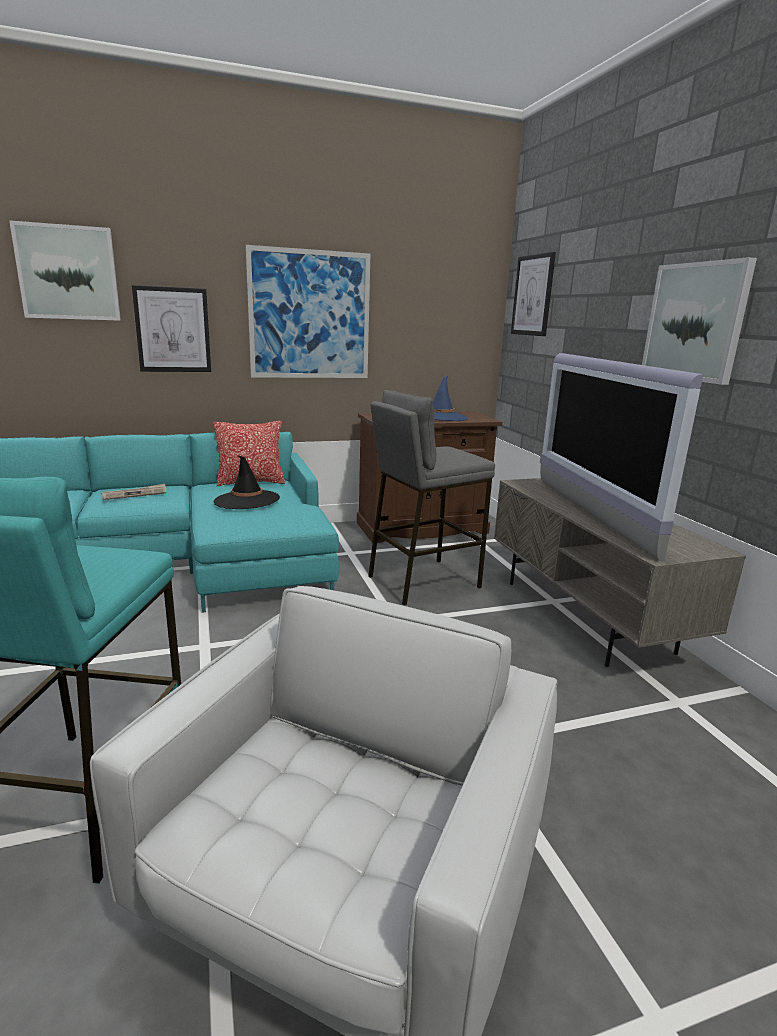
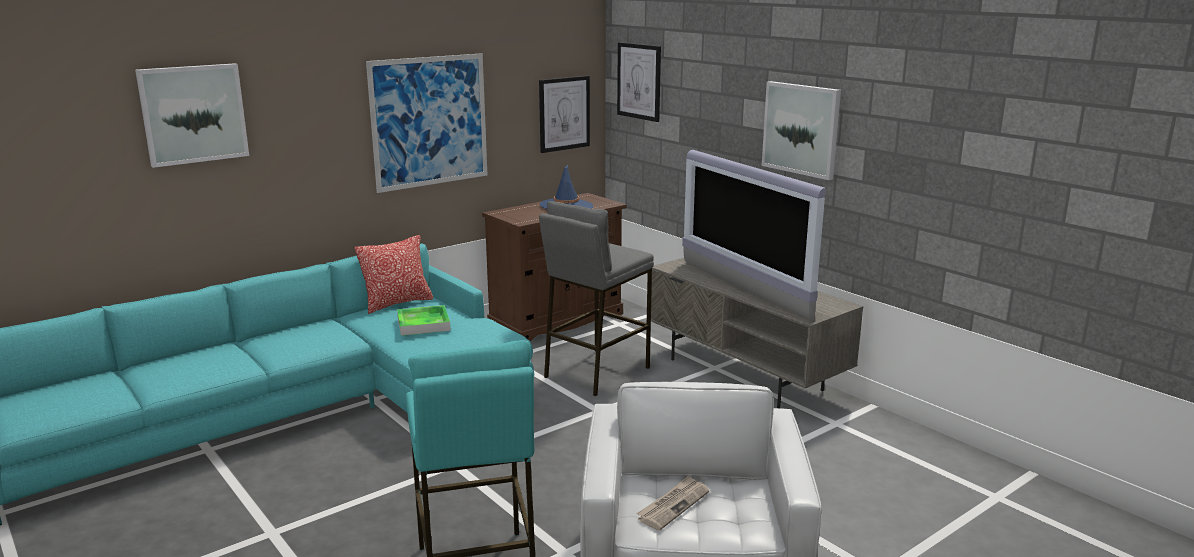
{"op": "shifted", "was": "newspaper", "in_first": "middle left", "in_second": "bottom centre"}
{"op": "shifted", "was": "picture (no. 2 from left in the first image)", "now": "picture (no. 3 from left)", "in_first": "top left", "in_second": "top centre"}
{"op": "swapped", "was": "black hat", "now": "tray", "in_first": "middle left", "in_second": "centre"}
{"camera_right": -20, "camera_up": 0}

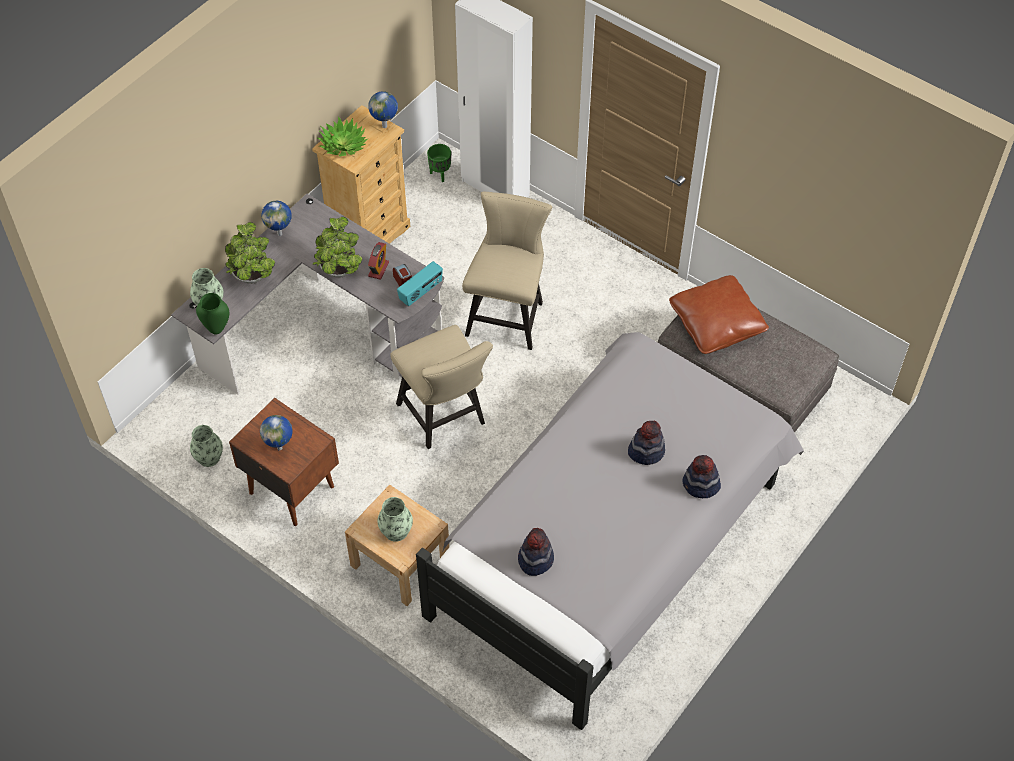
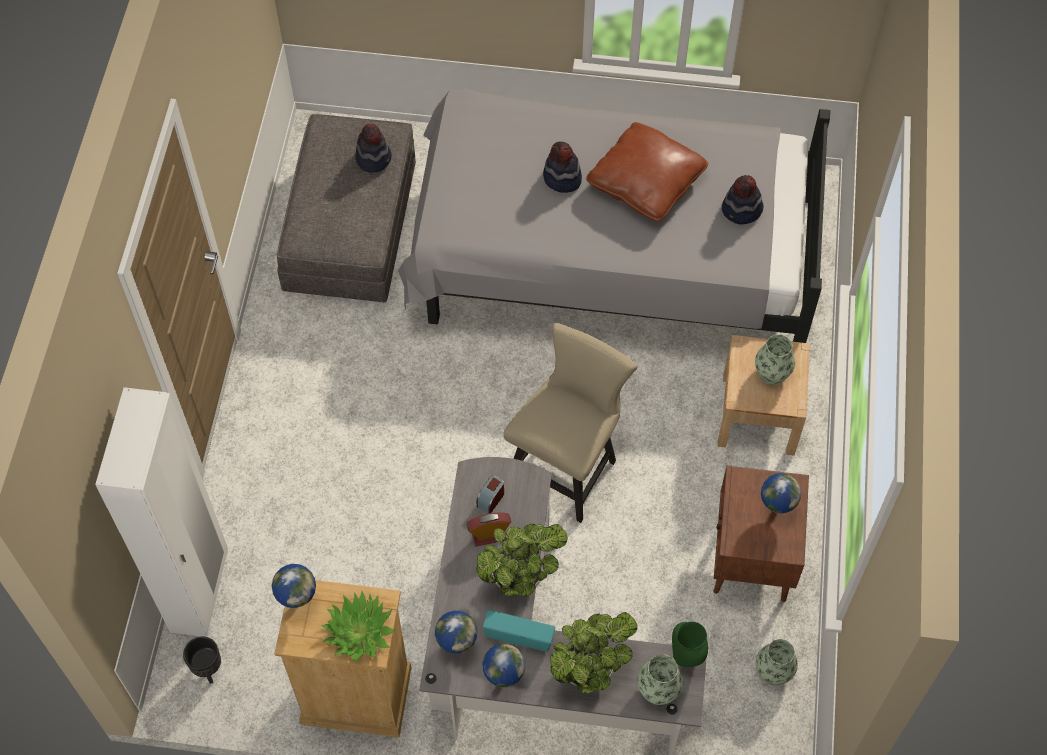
{"op": "shifted", "was": "radio", "in_first": "centre", "in_second": "bottom centre"}
{"op": "repainted", "was": "green planter", "now": "black planter", "in_first": "top centre", "in_second": "bottom left"}
{"op": "gone", "was": "beige chair (no. 2 from left)", "in_first": "centre"}
{"op": "shifted", "was": "brown pillow", "in_first": "middle right", "in_second": "top centre"}
{"op": "shifted", "was": "hat (no. 3 from left in the first image)", "now": "hat (no. 1 from left)", "in_first": "middle right", "in_second": "top centre"}
{"op": "new", "now": "globe (no. 2 from left)", "in_second": "bottom centre"}
{"camera_right": -120, "camera_up": 5}

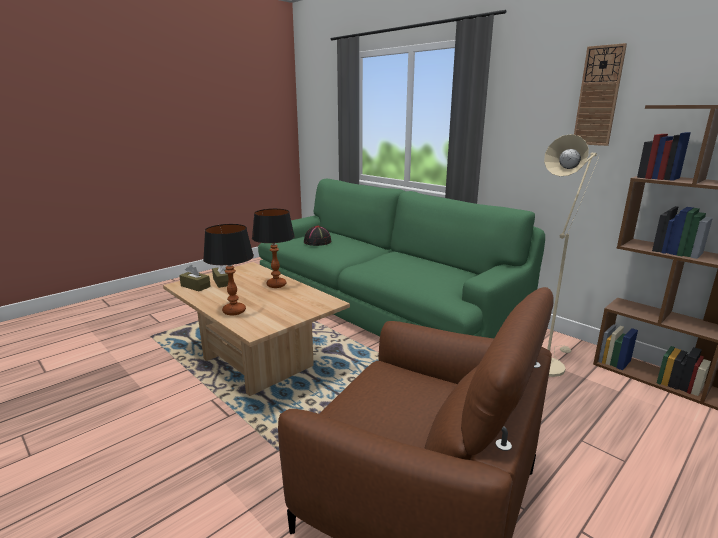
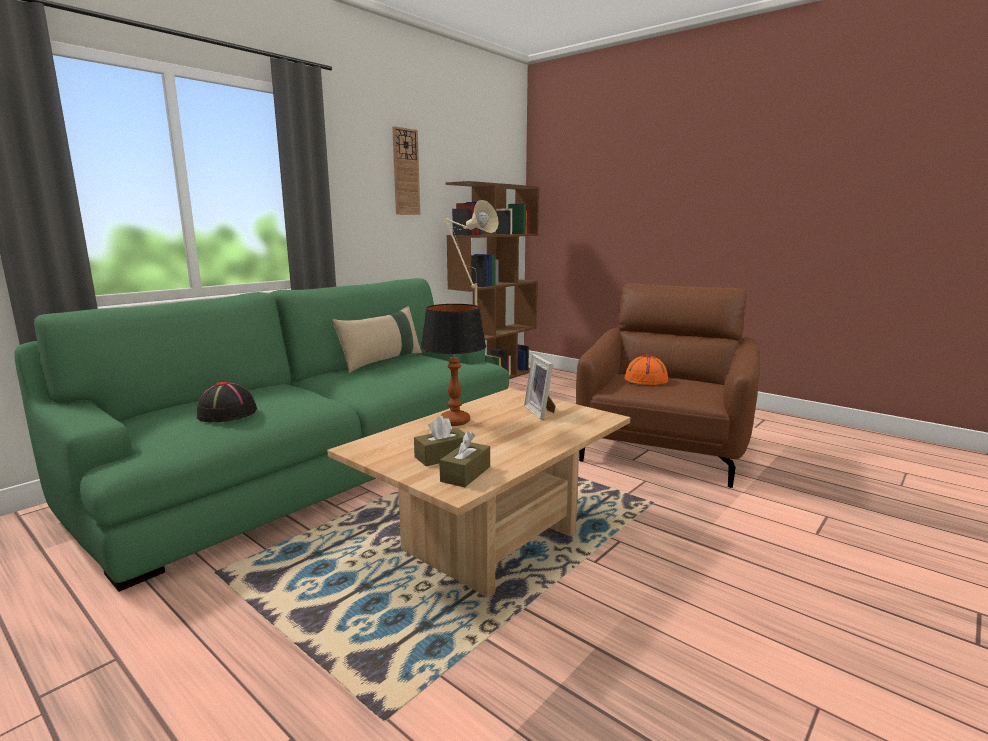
{"op": "gone", "was": "table lamp (no. 1 from left)", "in_first": "middle left"}
{"op": "new", "now": "beige pillow", "in_second": "centre"}
{"op": "new", "now": "picture frame", "in_second": "centre"}
{"op": "new", "now": "orange hat", "in_second": "centre"}
{"camera_right": -95, "camera_up": -5}

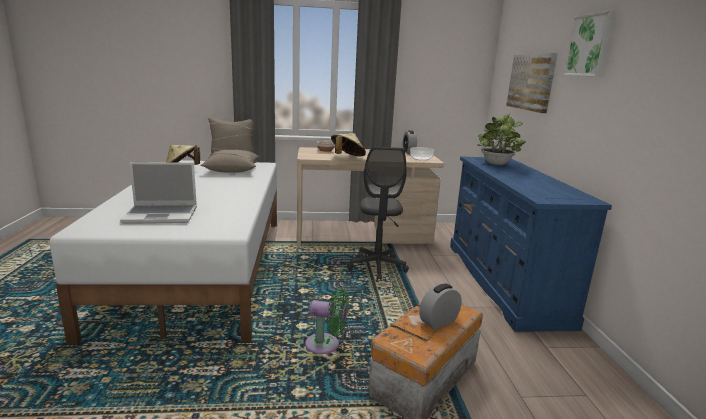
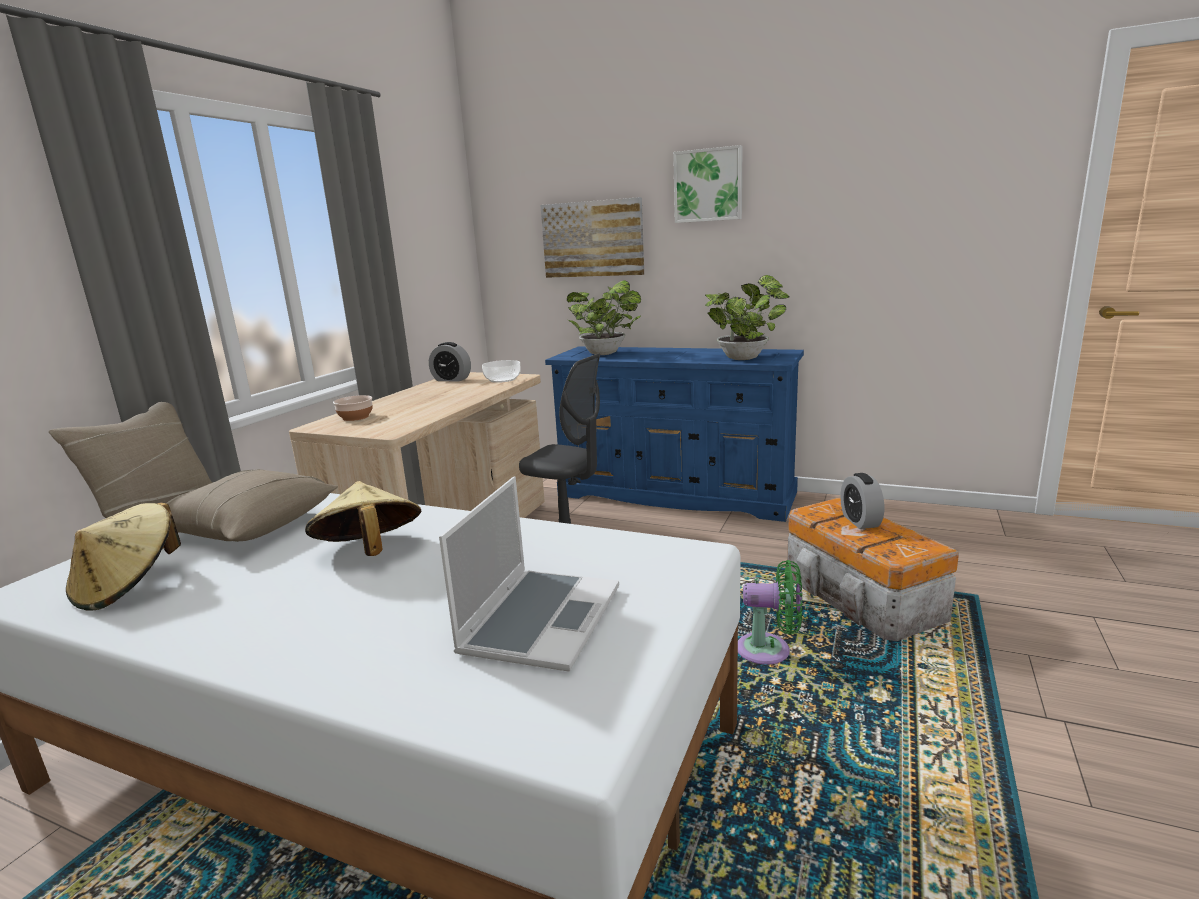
{"op": "rotated", "was": "green fan", "in_first": "bottom centre", "in_second": "bottom centre", "clockwise": 60}
{"op": "shifted", "was": "beige hat (no. 2 from left)", "in_first": "centre", "in_second": "middle left"}
{"op": "new", "now": "potted plant (no. 2 from left)", "in_second": "centre"}
{"camera_right": -60, "camera_up": 0}

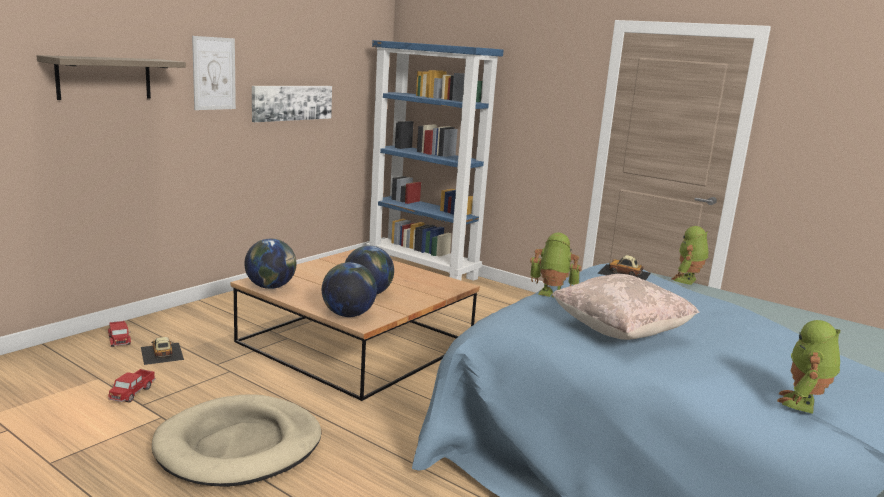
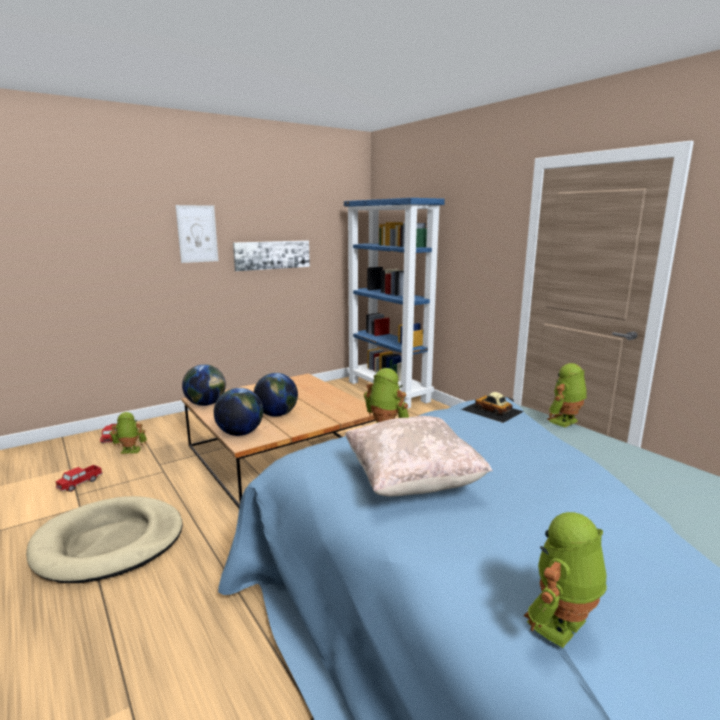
{"op": "gone", "was": "shelf", "in_first": "top left"}
{"op": "swapped", "was": "toy car (no. 1 from left)", "now": "toy robot (no. 1 from left)", "in_first": "bottom left", "in_second": "middle left"}
{"camera_right": 20, "camera_up": 0}

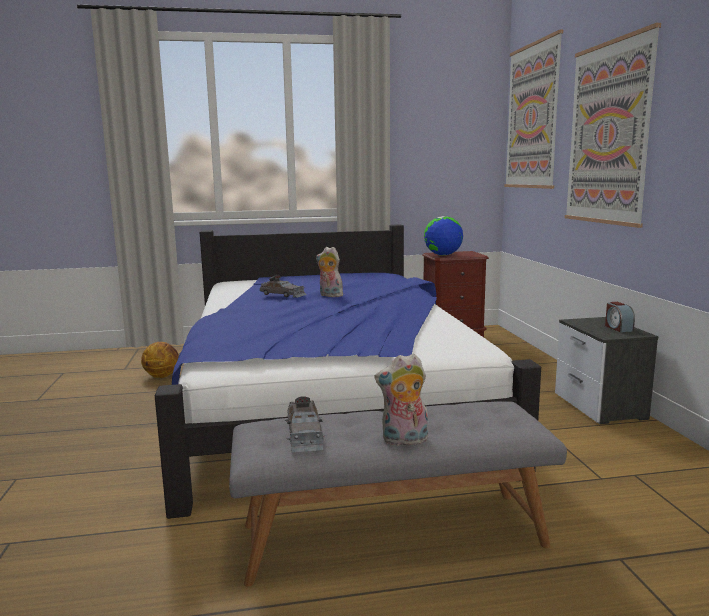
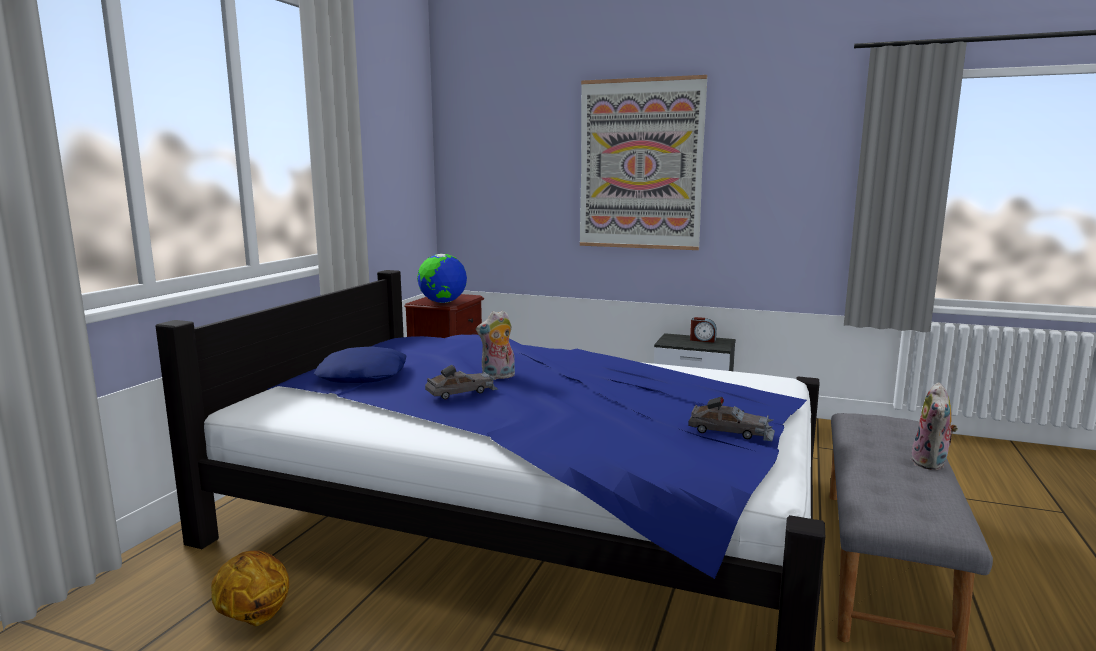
{"op": "shifted", "was": "grey toy car (no. 2 from left)", "in_first": "bottom centre", "in_second": "middle right"}
{"op": "gone", "was": "picture (no. 1 from left)", "in_first": "top right"}
{"op": "new", "now": "blue pillow", "in_second": "middle left"}
{"camera_right": -60, "camera_up": 0}

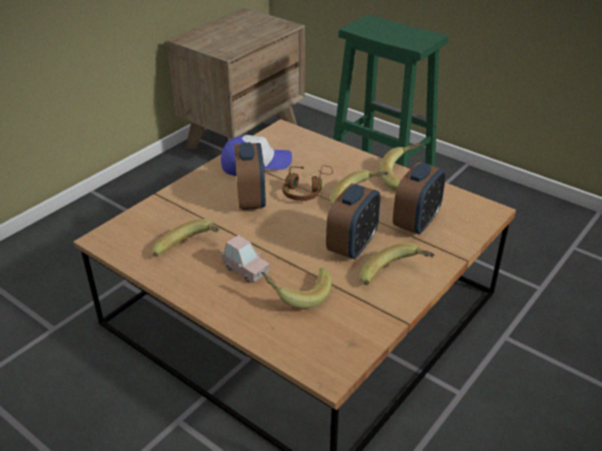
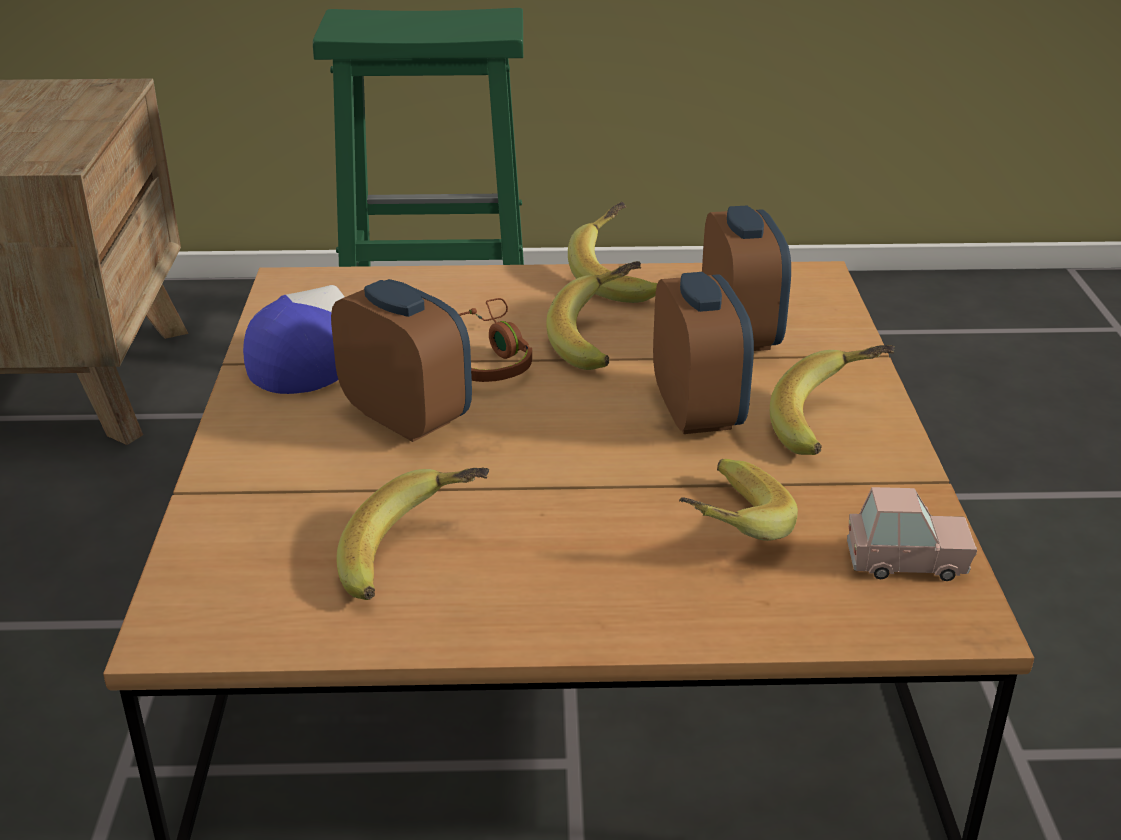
{"op": "shifted", "was": "pink toy car", "in_first": "centre", "in_second": "middle right"}
{"camera_right": -40, "camera_up": -5}

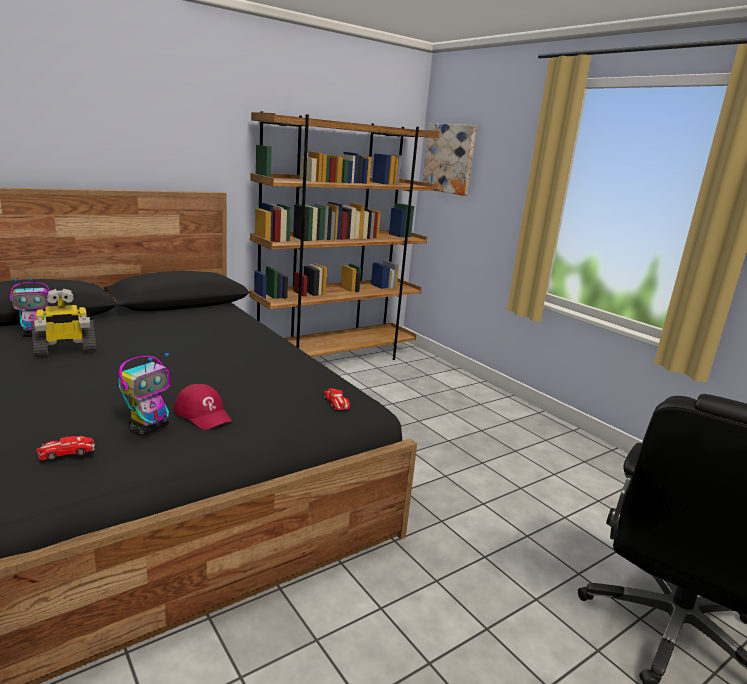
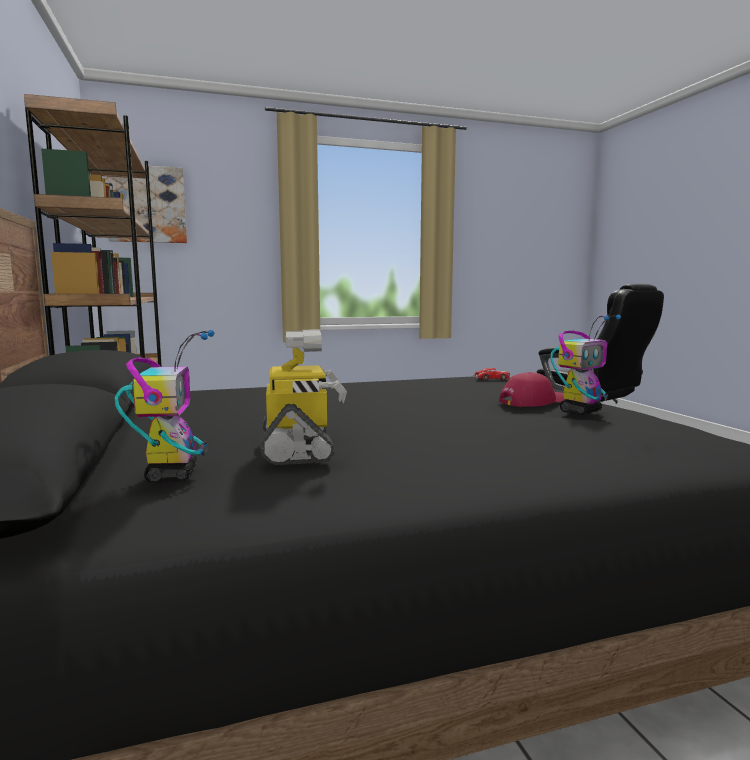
{"op": "gone", "was": "toy car (no. 1 from left)", "in_first": "middle left"}
{"op": "rotated", "was": "toy robot (no. 3 from left)", "in_first": "middle left", "in_second": "middle right", "clockwise": 90}
{"camera_right": -70, "camera_up": -10}

